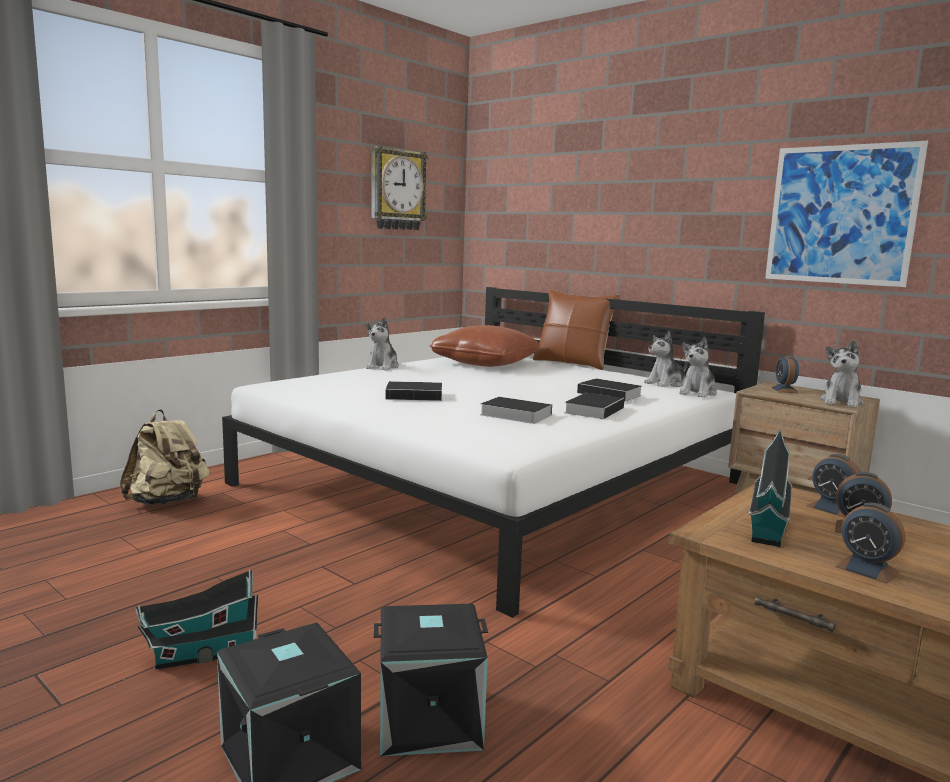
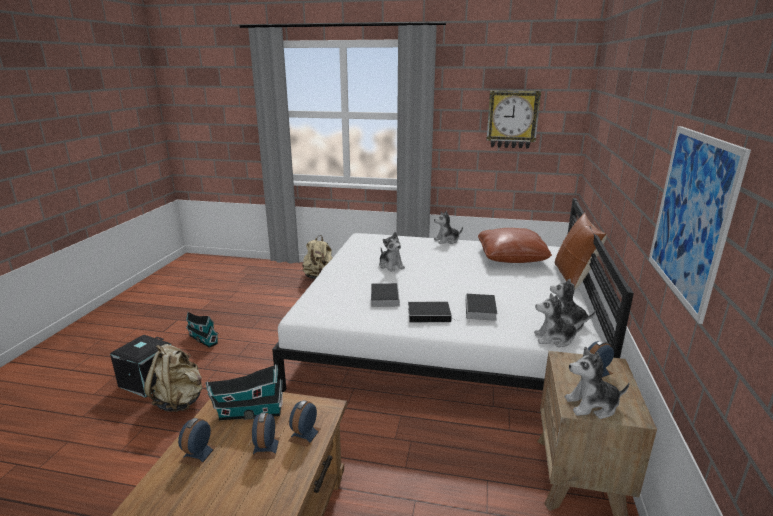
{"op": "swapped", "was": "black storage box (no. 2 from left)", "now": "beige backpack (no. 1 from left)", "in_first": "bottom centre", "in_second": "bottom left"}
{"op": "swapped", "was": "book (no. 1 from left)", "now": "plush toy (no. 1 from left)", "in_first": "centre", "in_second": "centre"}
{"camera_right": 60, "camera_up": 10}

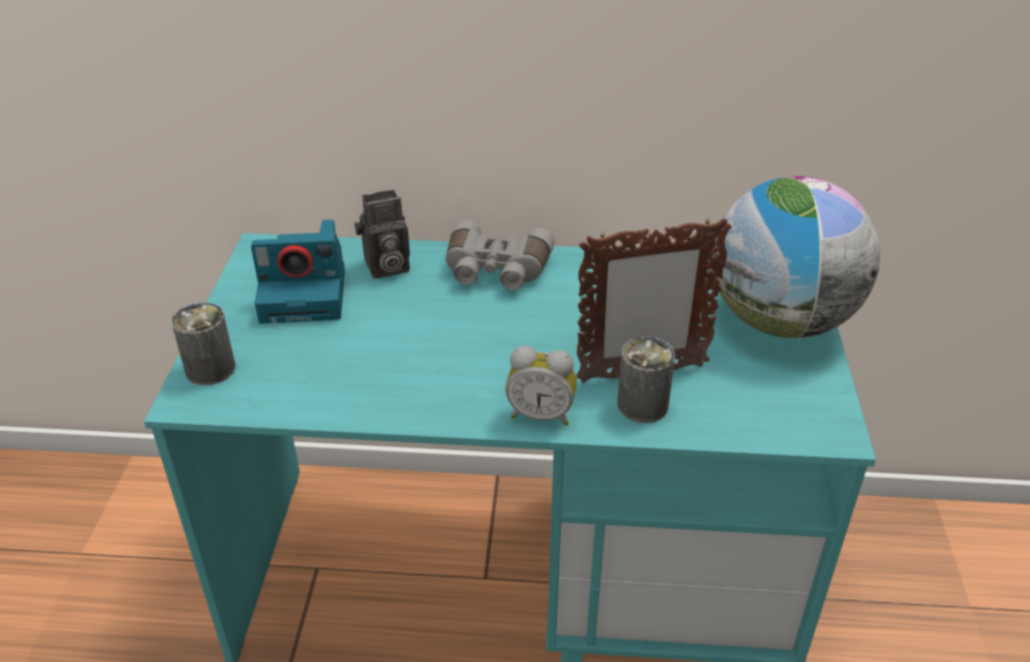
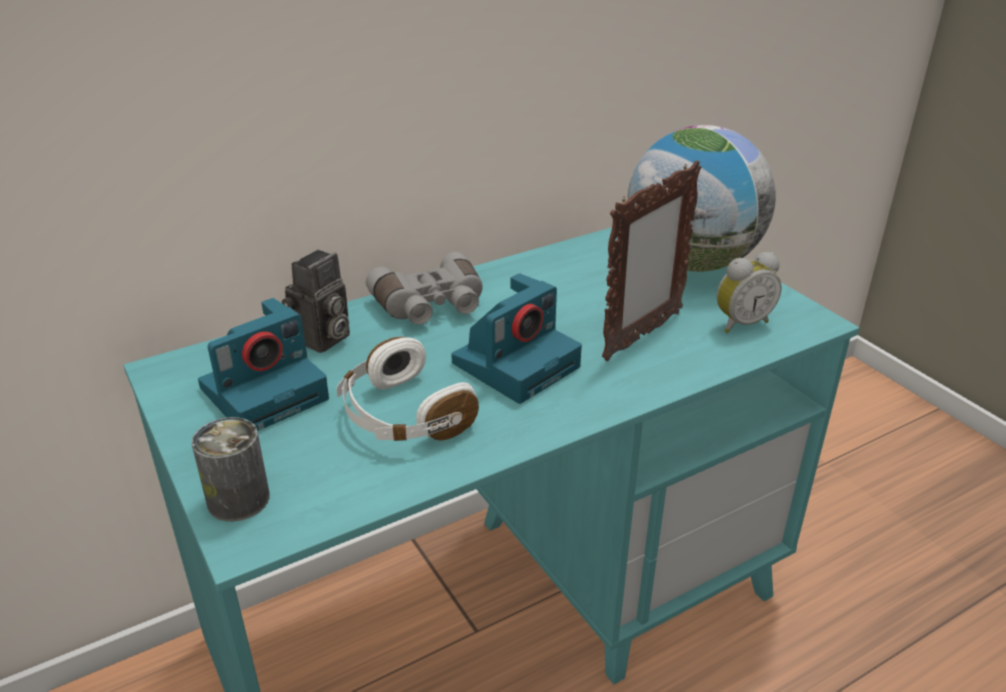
{"op": "shifted", "was": "alarm clock", "in_first": "centre", "in_second": "middle right"}
{"op": "gone", "was": "can (no. 2 from left)", "in_first": "centre"}
{"op": "new", "now": "white headphones", "in_second": "centre"}
{"op": "new", "now": "photo camera (no. 3 from left)", "in_second": "centre"}
{"camera_right": -35, "camera_up": -5}

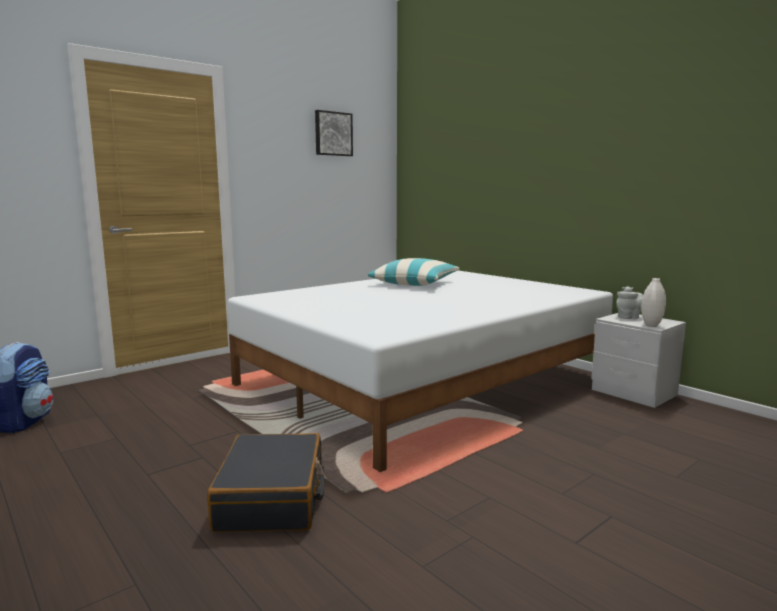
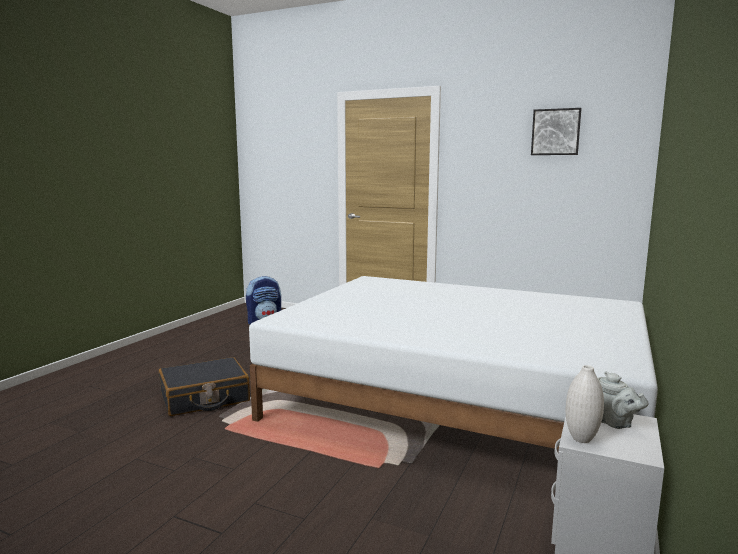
{"op": "gone", "was": "pillow", "in_first": "centre"}
{"camera_right": 65, "camera_up": 0}

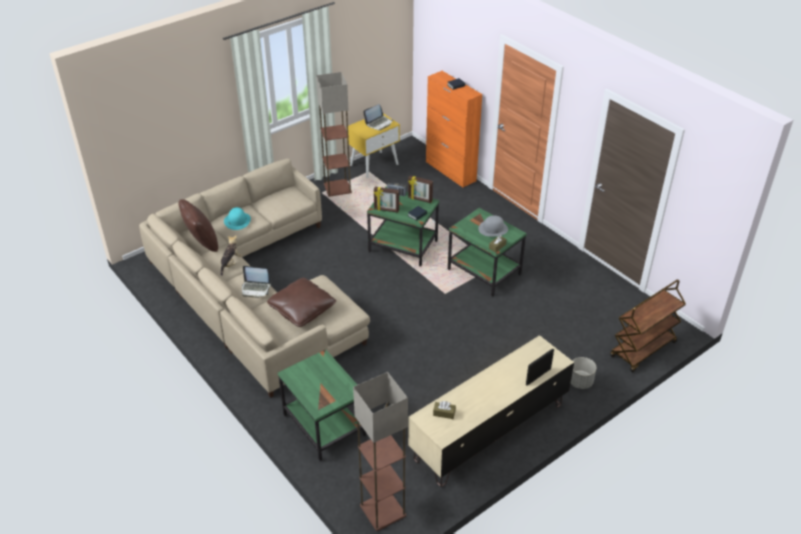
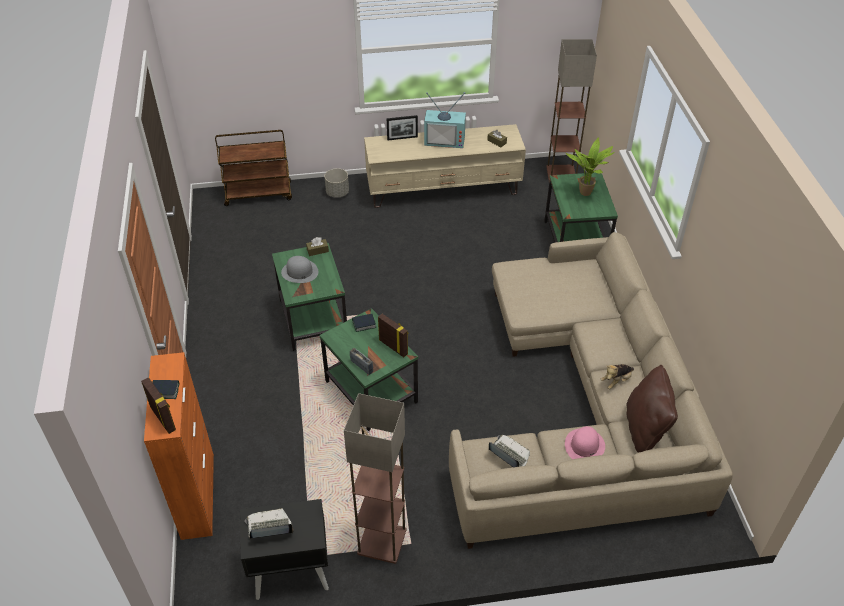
{"op": "repainted", "was": "turquoise hat", "now": "pink hat", "in_first": "middle left", "in_second": "bottom right"}
{"op": "shifted", "was": "laptop (no. 1 from left in the first image)", "now": "laptop (no. 2 from left)", "in_first": "middle left", "in_second": "bottom centre"}
{"op": "gone", "was": "brown pillow (no. 2 from left)", "in_first": "centre"}
{"op": "repainted", "was": "yellow nightstand", "now": "black nightstand", "in_first": "top centre", "in_second": "bottom centre"}
{"op": "shifted", "was": "picture frame (no. 2 from left in the first image)", "now": "picture frame (no. 1 from left)", "in_first": "centre", "in_second": "bottom left"}
{"op": "new", "now": "television", "in_second": "top centre"}
{"op": "new", "now": "potted plant", "in_second": "top right"}
{"camera_right": -150, "camera_up": 5}

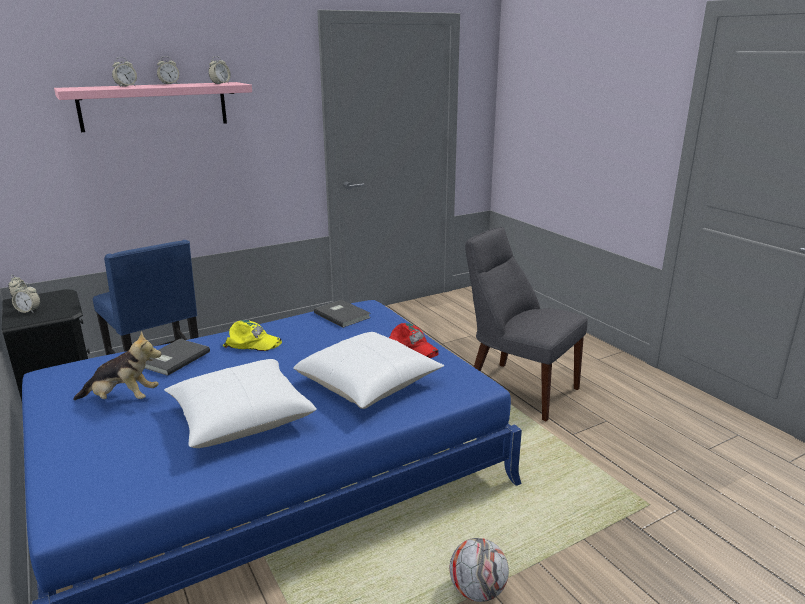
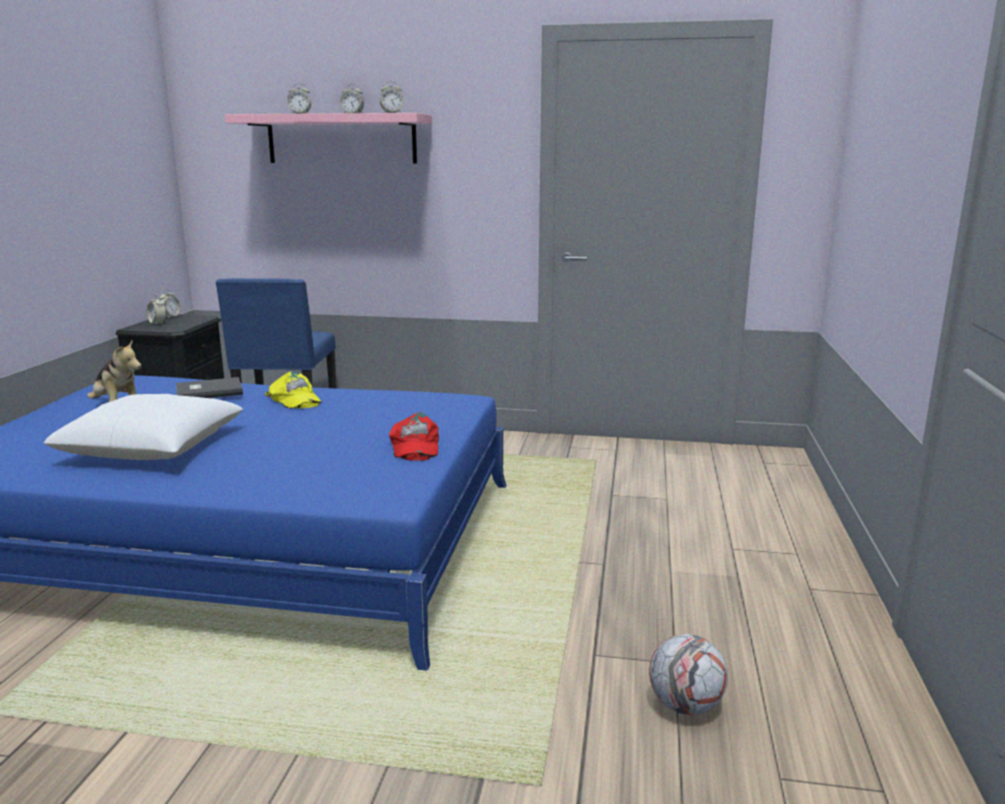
{"op": "gone", "was": "white pillow (no. 2 from left)", "in_first": "centre"}
{"op": "gone", "was": "grey book (no. 2 from left)", "in_first": "centre"}
{"op": "shifted", "was": "football", "in_first": "bottom centre", "in_second": "bottom right"}
{"op": "gone", "was": "grey chair", "in_first": "centre"}
{"camera_right": 40, "camera_up": -5}

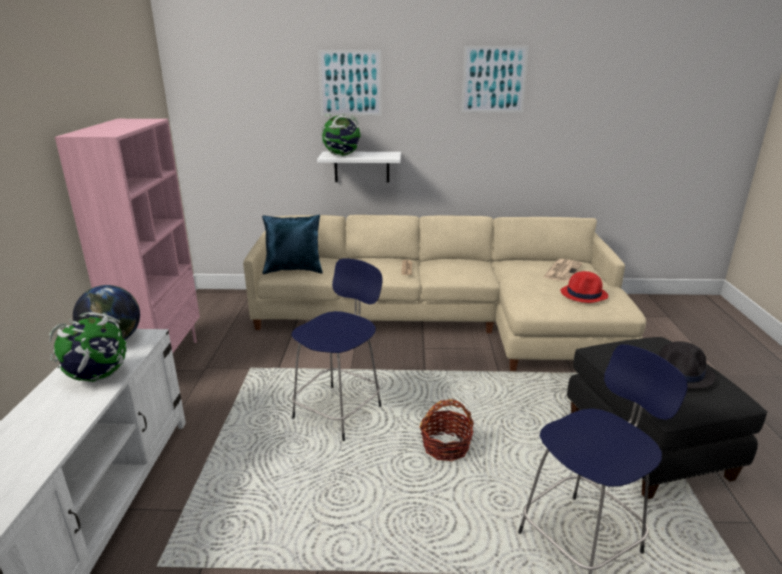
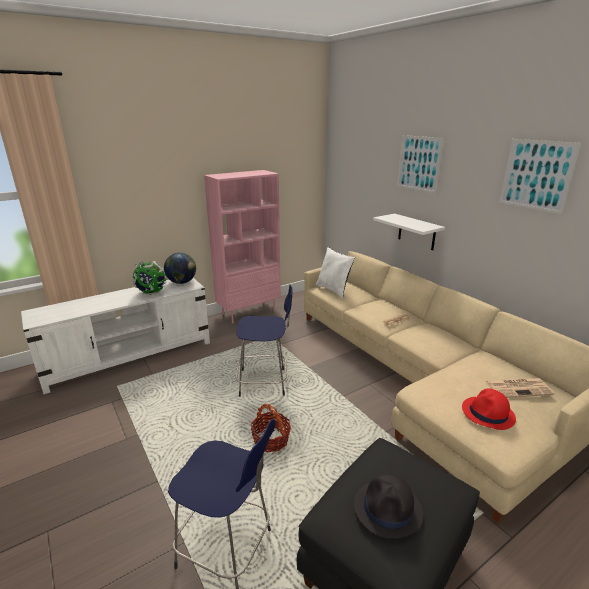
{"op": "repainted", "was": "blue pillow", "now": "white pillow", "in_first": "centre", "in_second": "centre"}
{"op": "gone", "was": "globe (no. 3 from left)", "in_first": "top centre"}
{"camera_right": 55, "camera_up": 0}

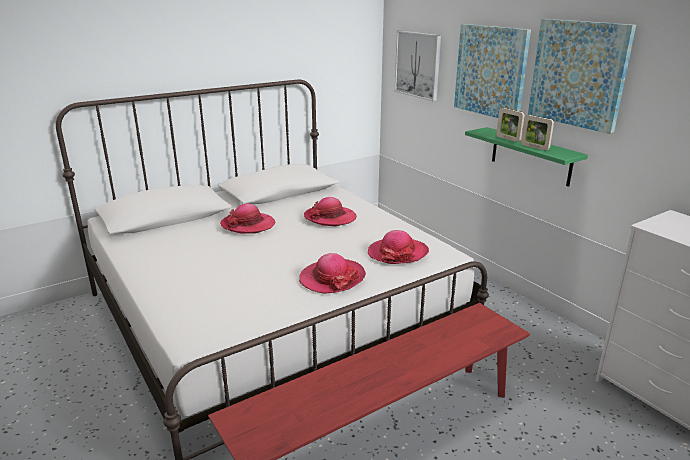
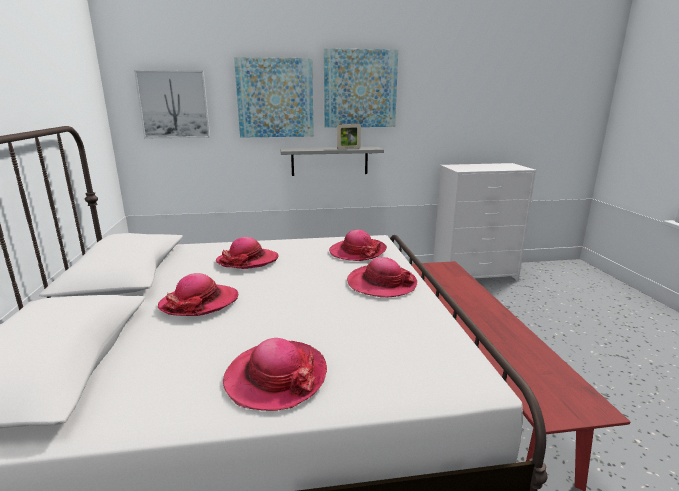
{"op": "repainted", "was": "green shelf", "now": "grey shelf", "in_first": "middle right", "in_second": "top centre"}
{"op": "gone", "was": "picture frame (no. 1 from left)", "in_first": "top right"}
{"op": "new", "now": "hat (no. 3 from left)", "in_second": "bottom centre"}
{"camera_right": -65, "camera_up": -5}

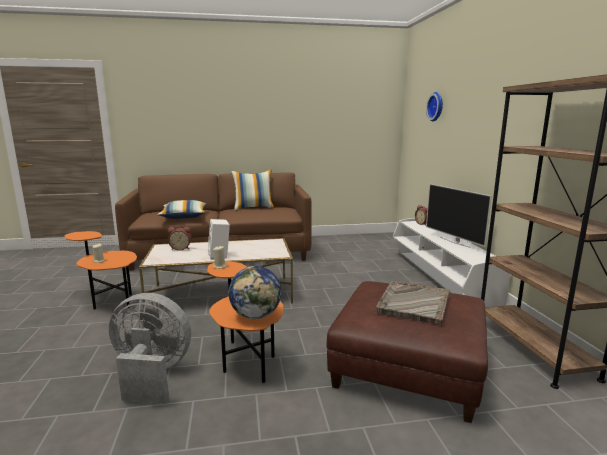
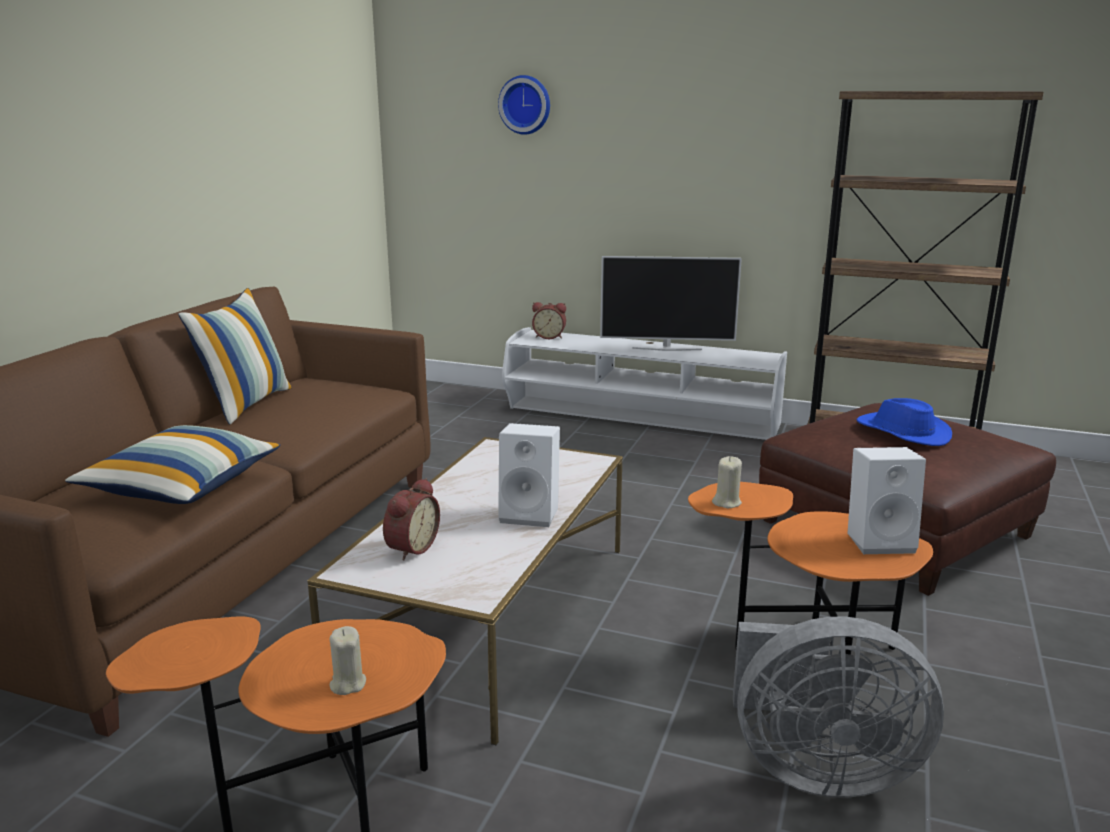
{"op": "rotated", "was": "grey fan", "in_first": "bottom left", "in_second": "bottom right", "clockwise": -120}
{"op": "swapped", "was": "globe", "now": "white speaker (no. 2 from left)", "in_first": "centre", "in_second": "middle right"}
{"op": "swapped", "was": "grey tray", "now": "blue hat", "in_first": "middle right", "in_second": "middle right"}
{"camera_right": -60, "camera_up": 5}

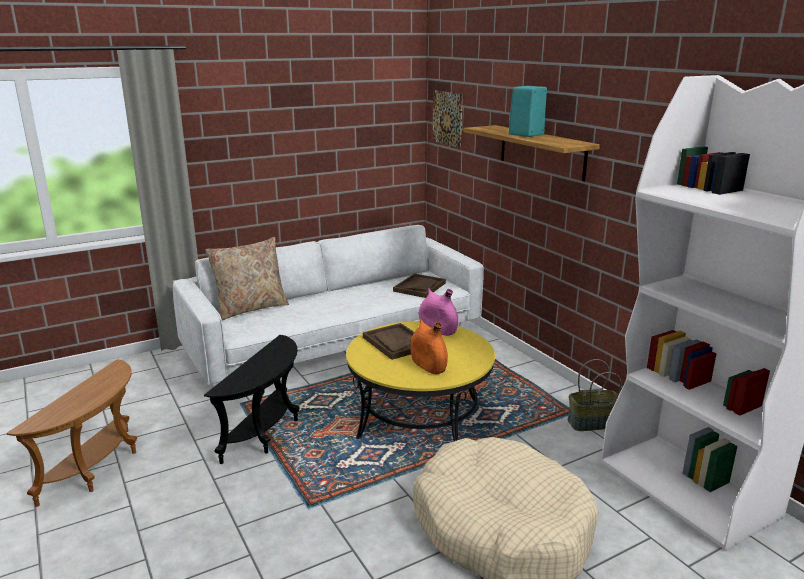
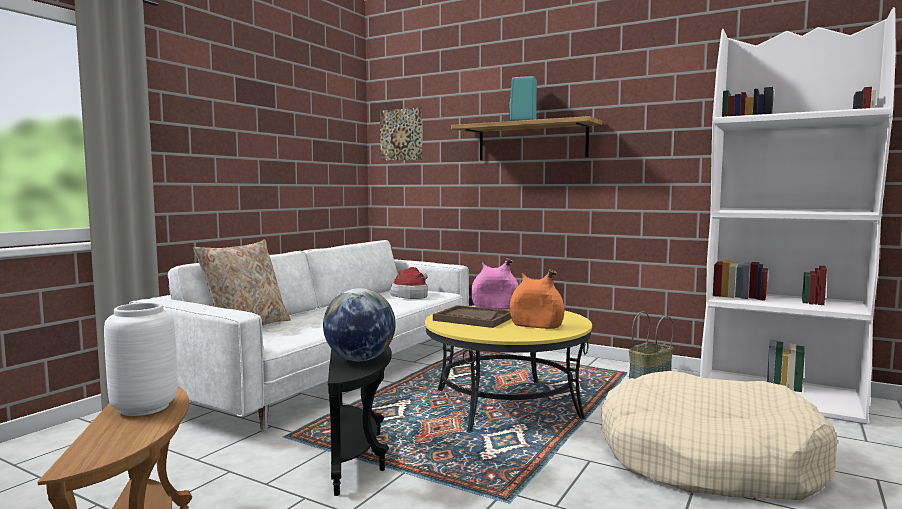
{"op": "swapped", "was": "brown tray (no. 2 from left)", "now": "hat", "in_first": "centre", "in_second": "centre"}
{"op": "new", "now": "white vase", "in_second": "bottom left"}
{"op": "new", "now": "globe", "in_second": "centre"}
{"camera_right": -30, "camera_up": -15}

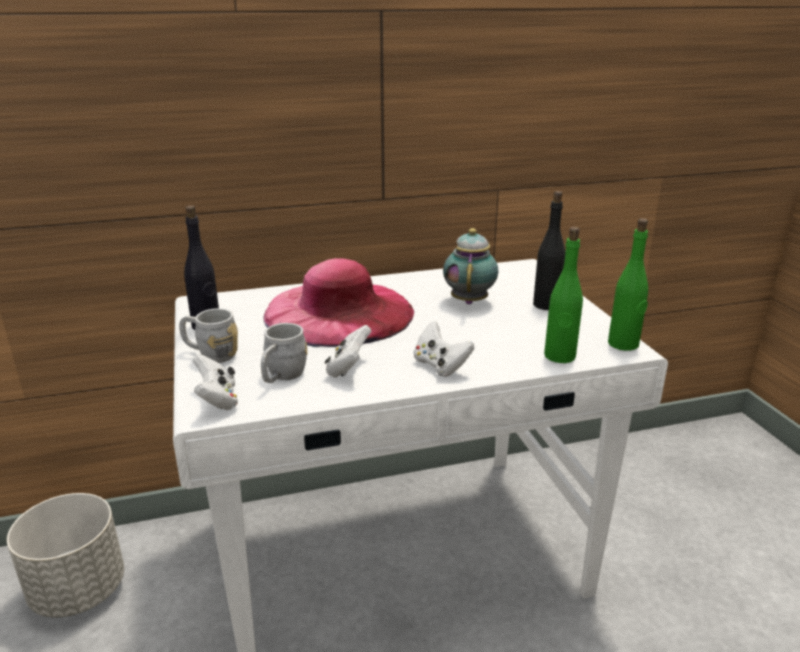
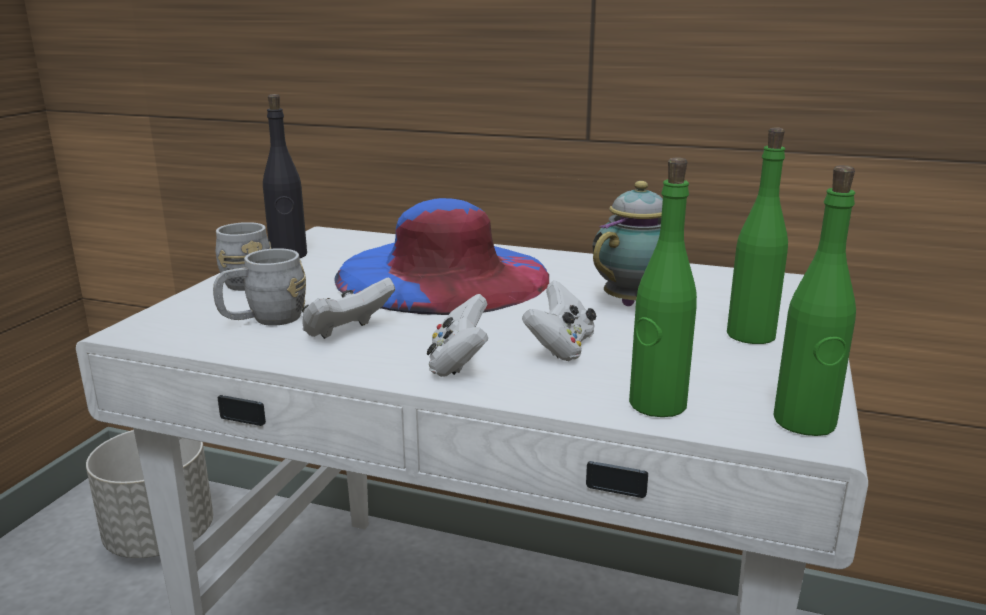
{"op": "shifted", "was": "white game controller (no. 1 from left in the first image)", "now": "white game controller (no. 3 from left)", "in_first": "middle left", "in_second": "centre"}
{"op": "repainted", "was": "pink hat", "now": "blue hat", "in_first": "centre", "in_second": "centre"}
{"op": "repainted", "was": "black bottle (no. 2 from left)", "now": "green bottle (no. 2 from left)", "in_first": "middle right", "in_second": "middle right"}
{"camera_right": 35, "camera_up": -5}

